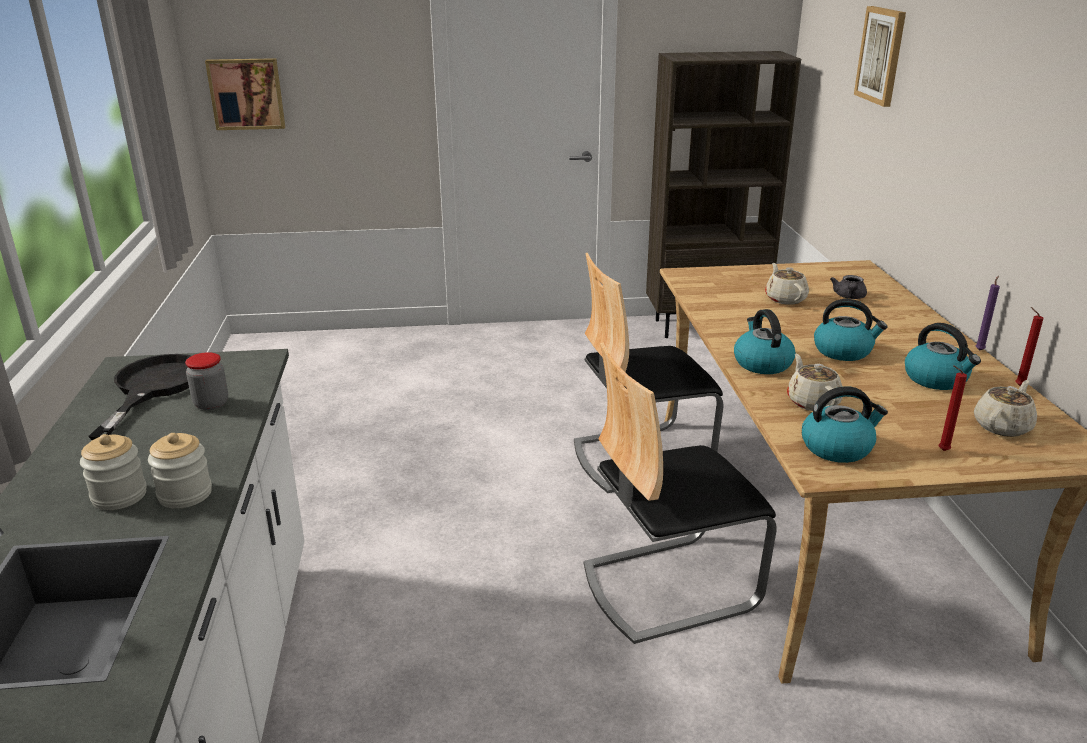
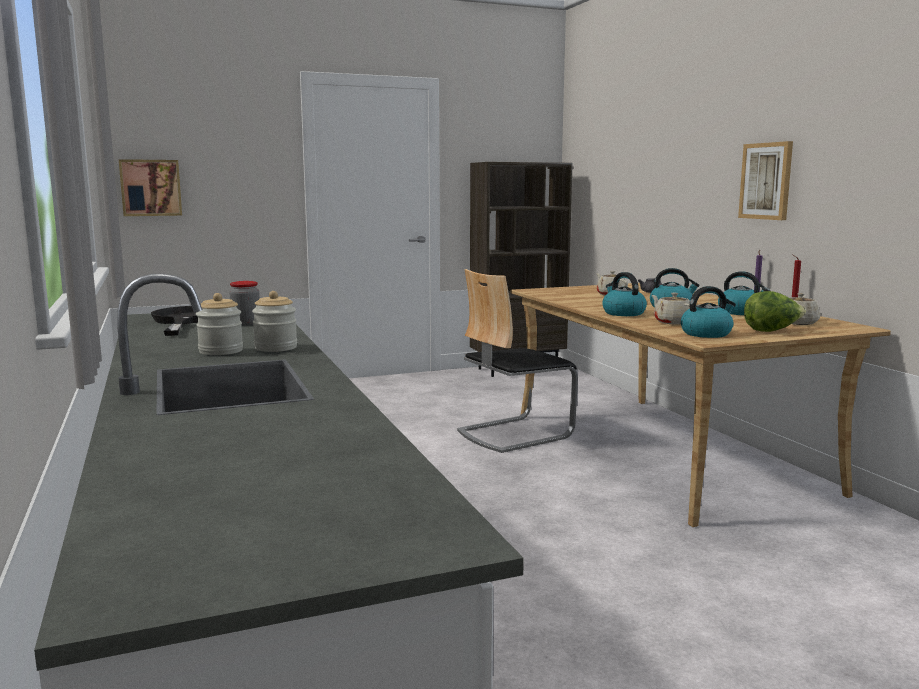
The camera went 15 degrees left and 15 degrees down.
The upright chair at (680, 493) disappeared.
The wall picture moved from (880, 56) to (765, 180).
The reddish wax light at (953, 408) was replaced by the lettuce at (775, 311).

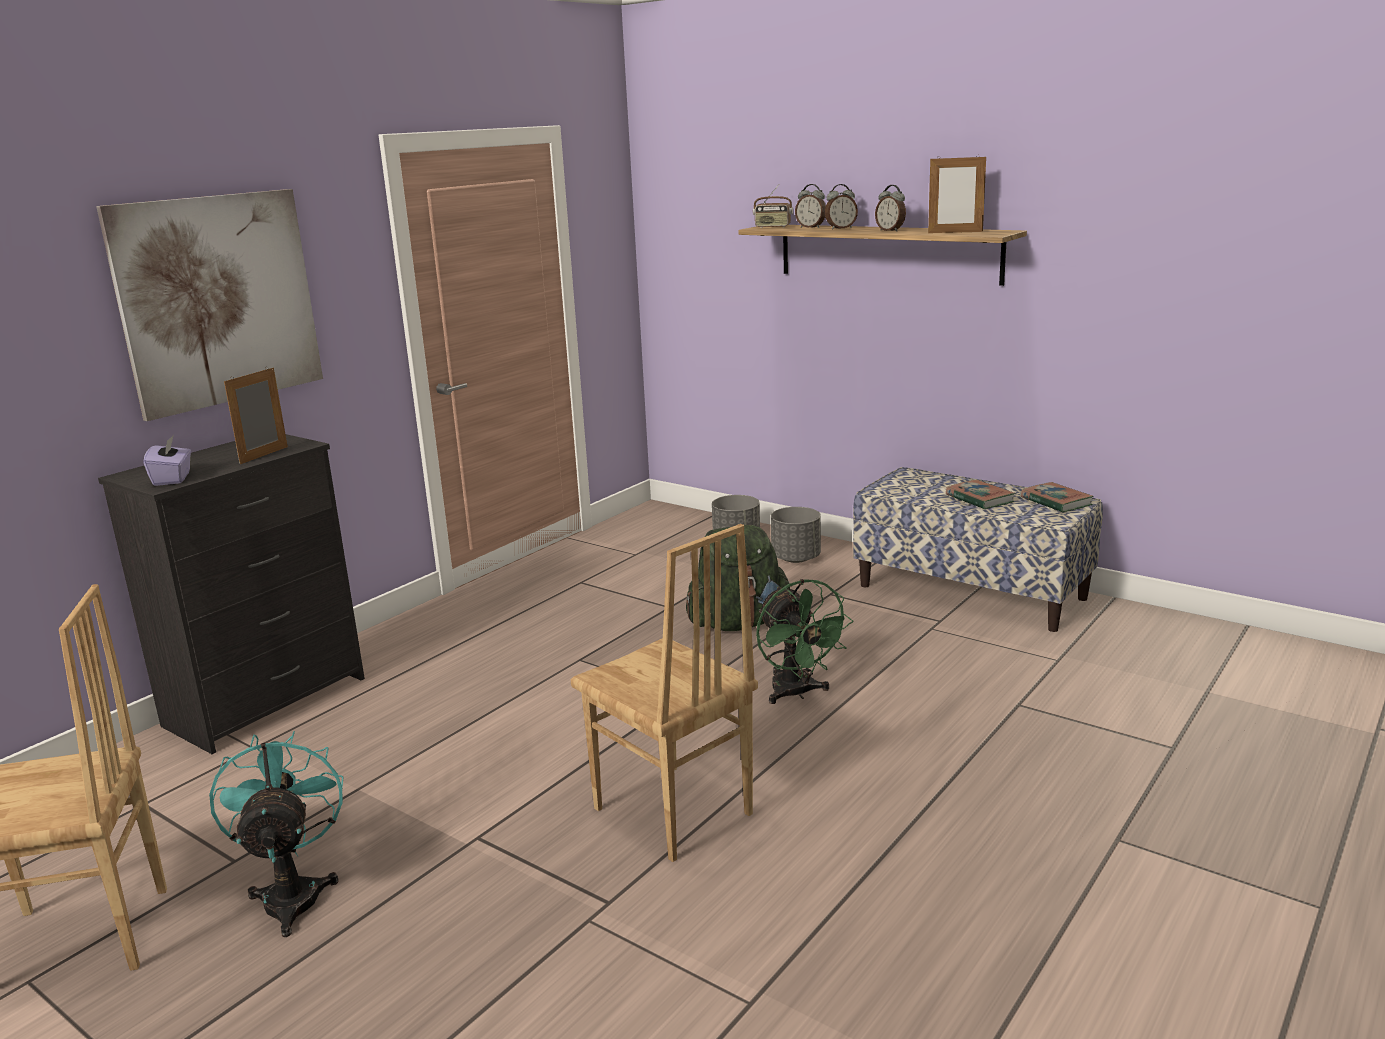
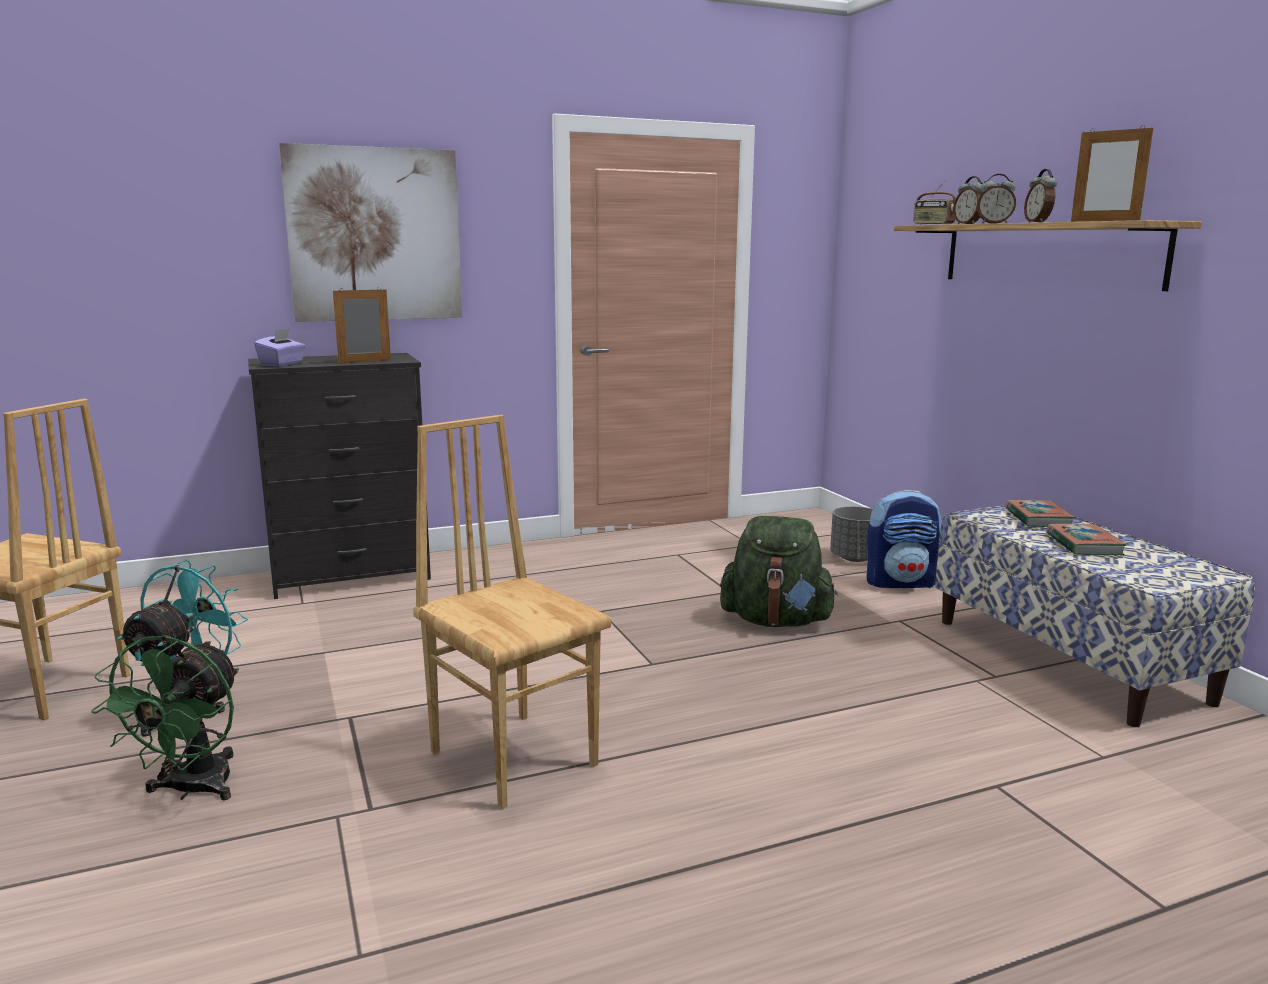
The camera went 30 degrees right and 5 degrees down.
The green fan moved from (804, 641) to (165, 718).
The volume moved from (1057, 497) to (1040, 513).
The greyish flower pot at (796, 535) was replaced by the backpack at (904, 539).
The brownish upright chair at (664, 693) turned 150 degrees clockwise.

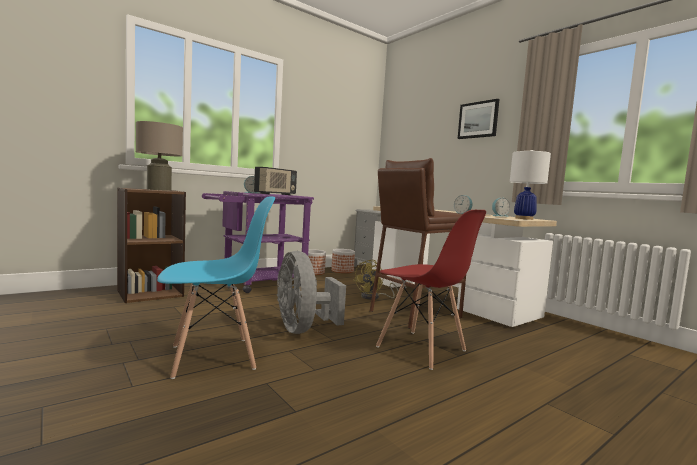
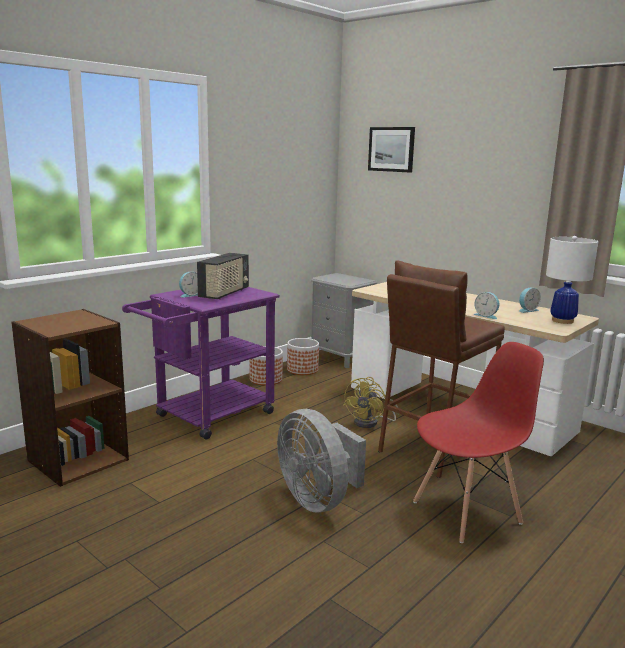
The camera went 10 degrees left and 10 degrees up.
The beige tabletop lamp at (159, 156) disappeared.
The bluish upright chair at (216, 287) disappeared.
The wall picture moved from (478, 119) to (391, 150).
The reddish upright chair at (431, 290) turned 60 degrees counterclockwise.

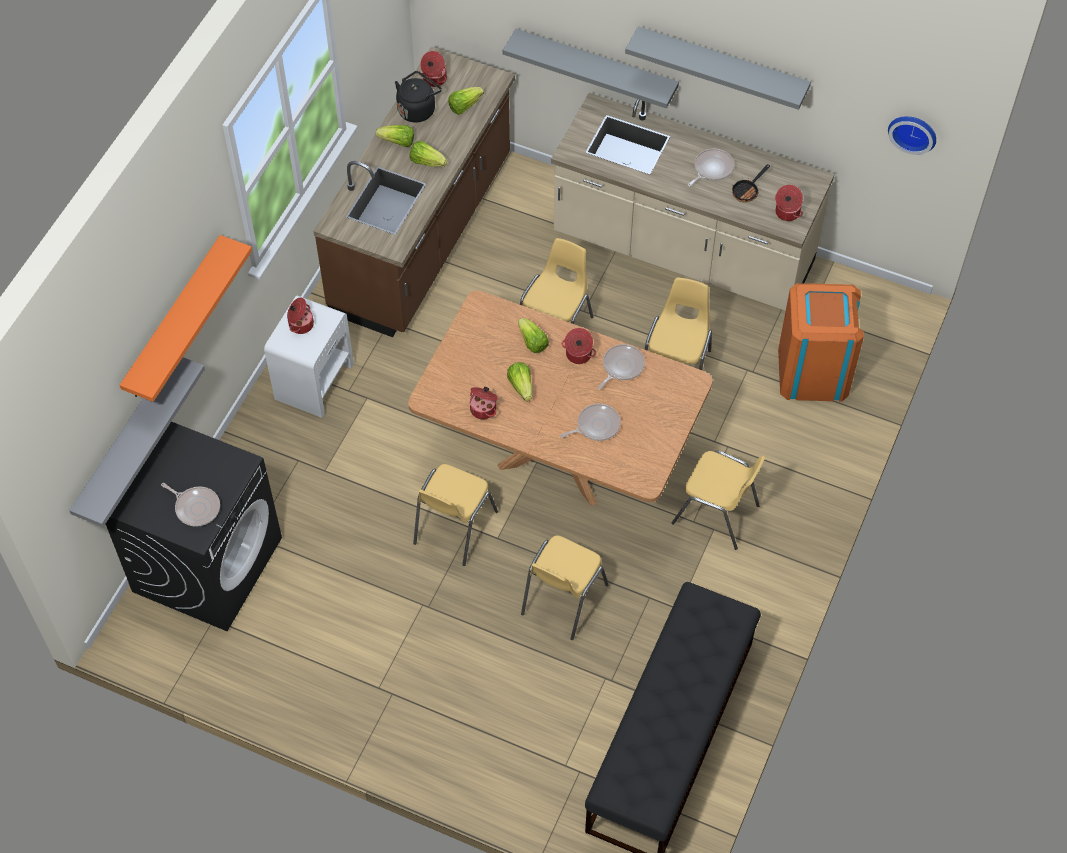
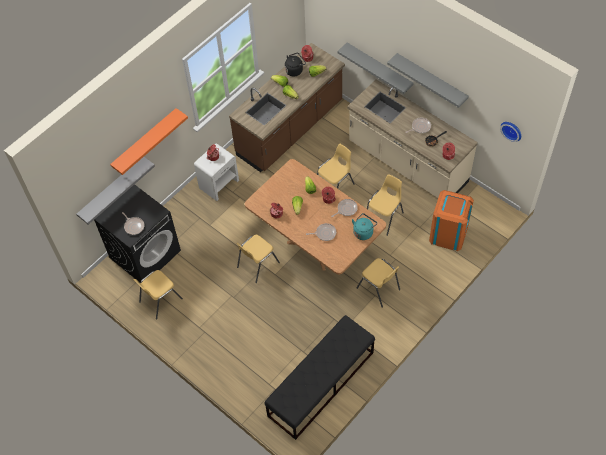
The camera went 20 degrees right and 0 degrees up.
The turquoise tea kettle at (364, 226) appeared.
The yellow upright chair moved from (564, 587) to (158, 294).

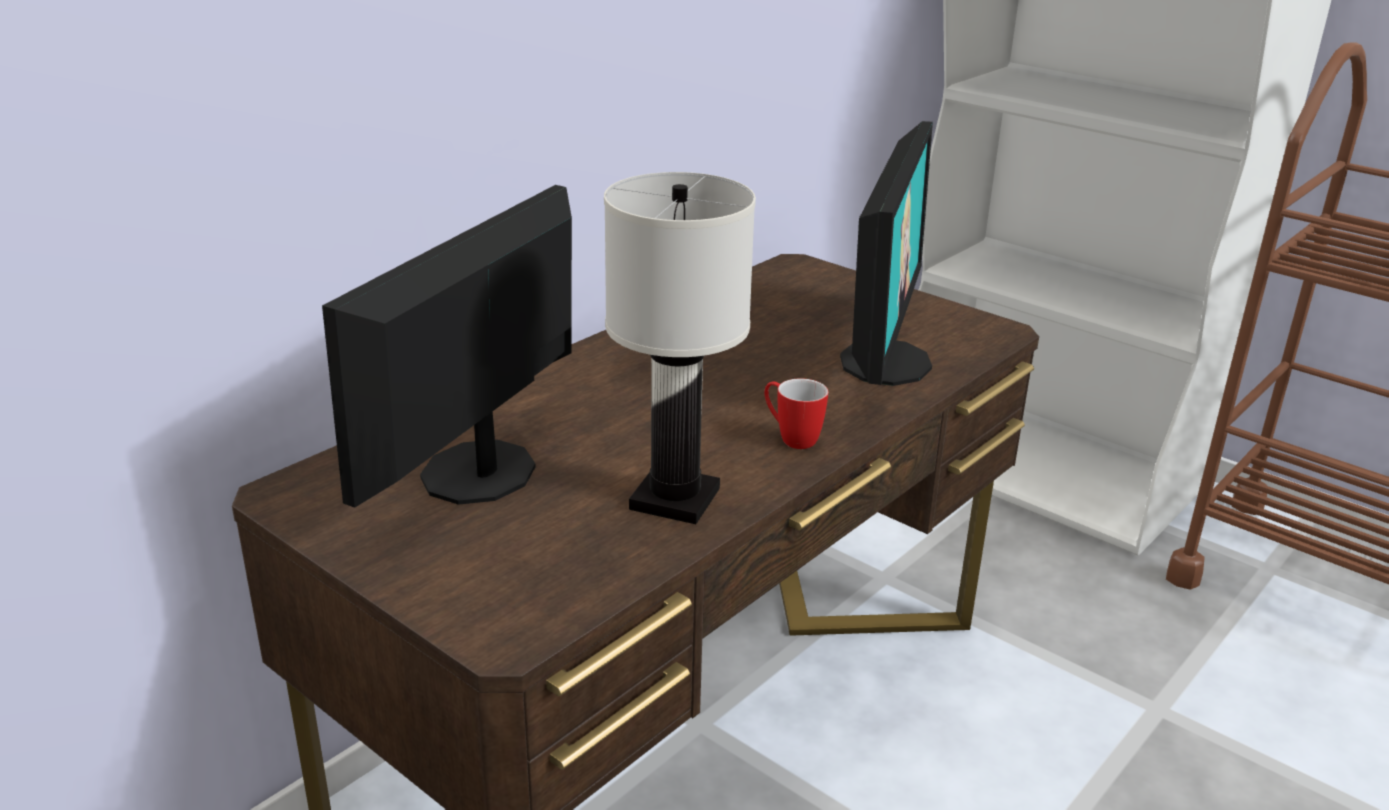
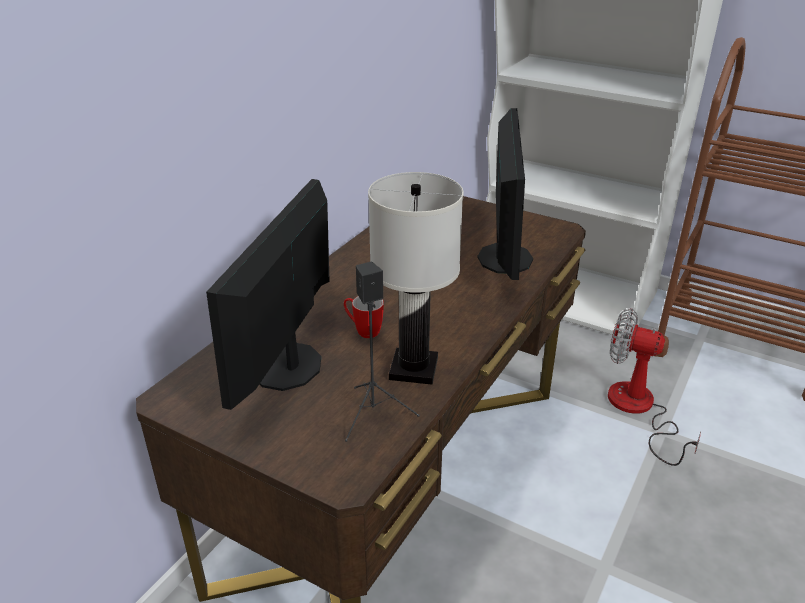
The camera went 10 degrees left and 5 degrees up.
The blackish loudspeaker at (382, 351) appeared.
The fan at (654, 387) appeared.
The mug moved from (796, 413) to (364, 317).

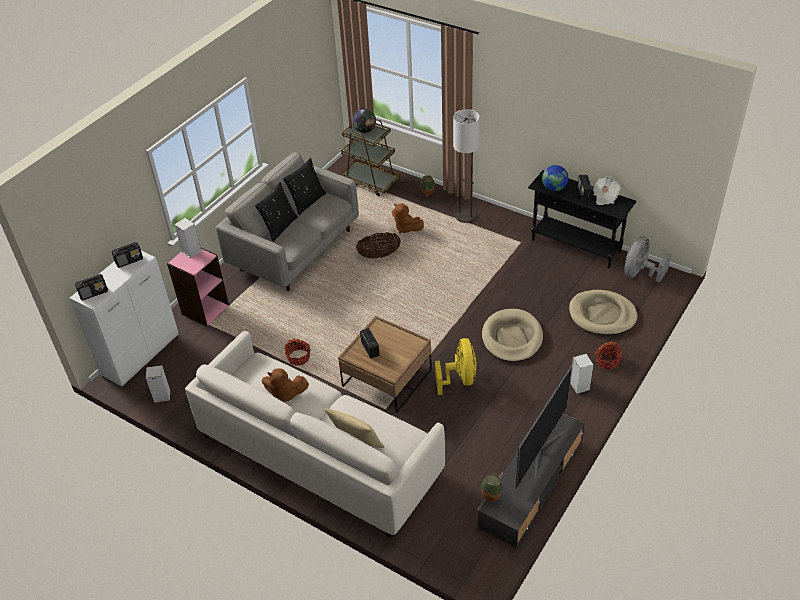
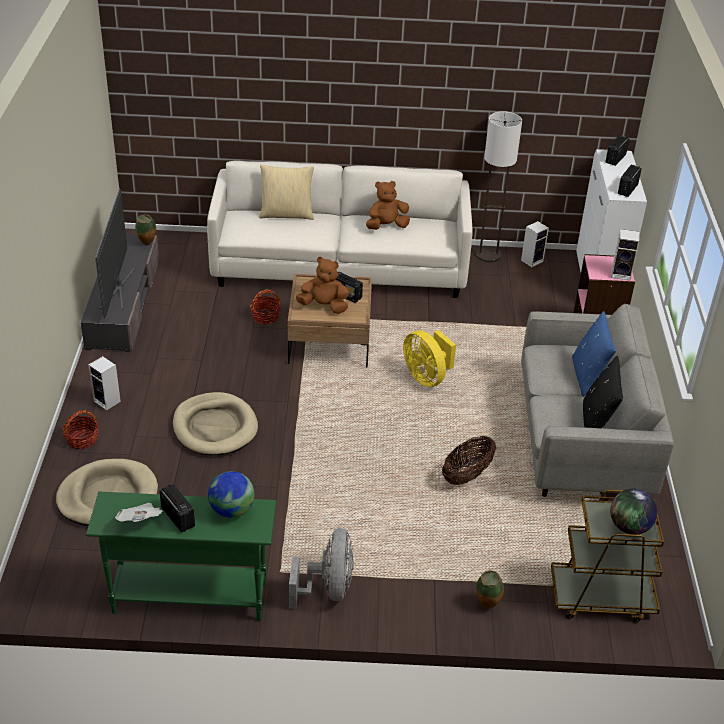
The camera went 145 degrees right and 5 degrees down.
The storage basket moved from (297, 352) to (265, 306).
The brownish soft toy moved from (408, 218) to (322, 285).
The yellow fan moved from (456, 366) to (429, 358).
The standard lamp moved from (466, 166) to (499, 186).
The greyish fan moved from (647, 259) to (321, 568).
The blackish cushion at (276, 212) became the bluish cushion at (594, 354).
The blackish hall table at (582, 219) became the green hall table at (181, 556).

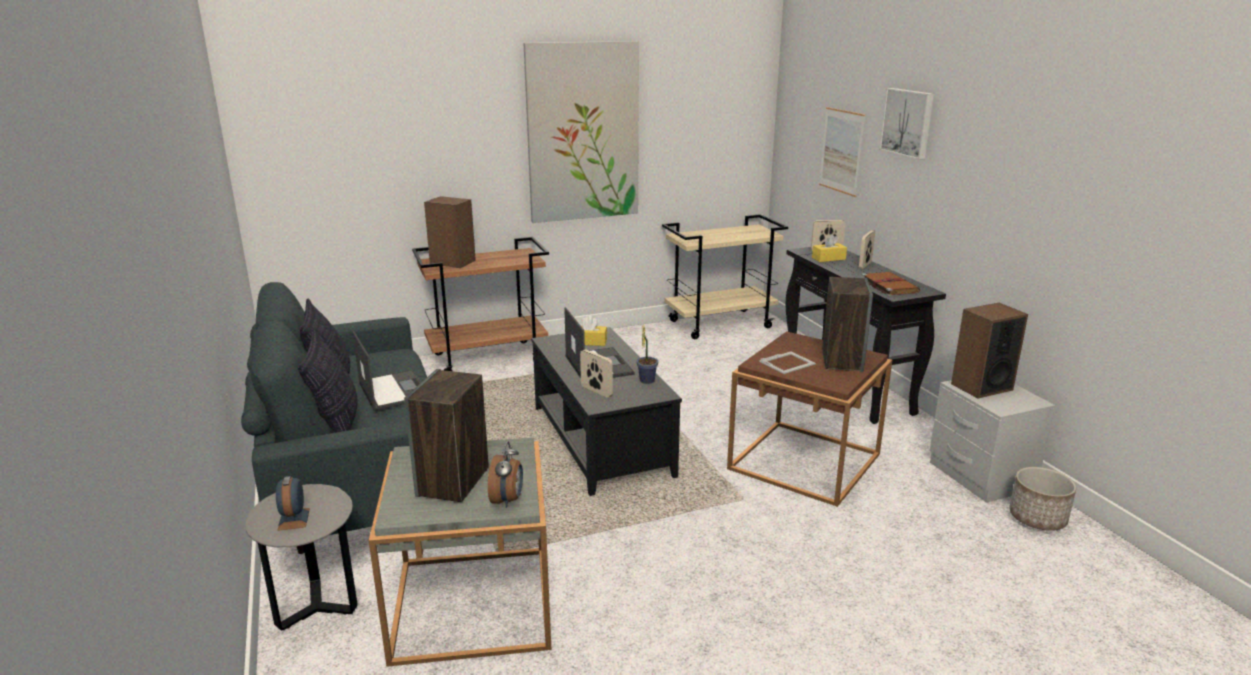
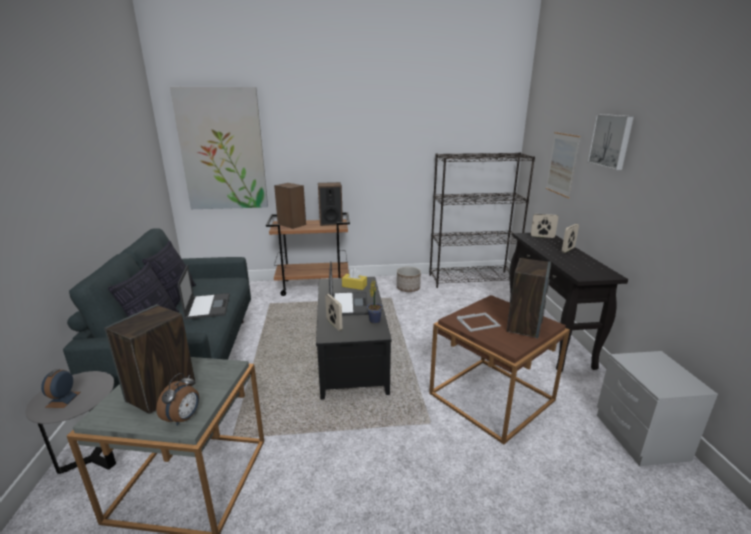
The camera went 15 degrees right and 0 degrees up.
The yellow tissue box at (829, 248) disappeared.
The brownish volume at (891, 284) disappeared.
The wall picture moved from (581, 132) to (219, 148).
The loudspeaker moved from (989, 350) to (330, 204).
The flower pot moved from (1042, 499) to (409, 279).
The beige wheeled cart at (725, 276) was replaced by the blackish bookcase at (482, 220).

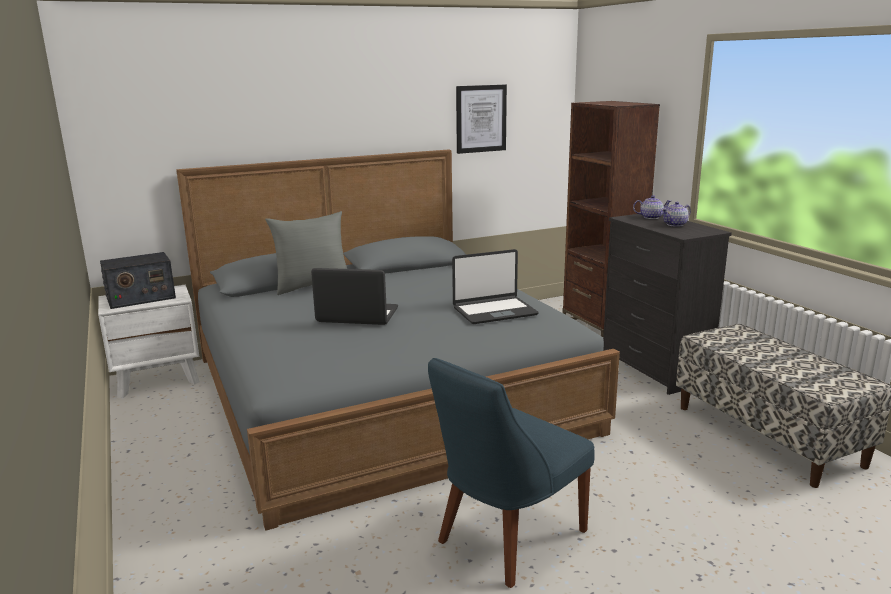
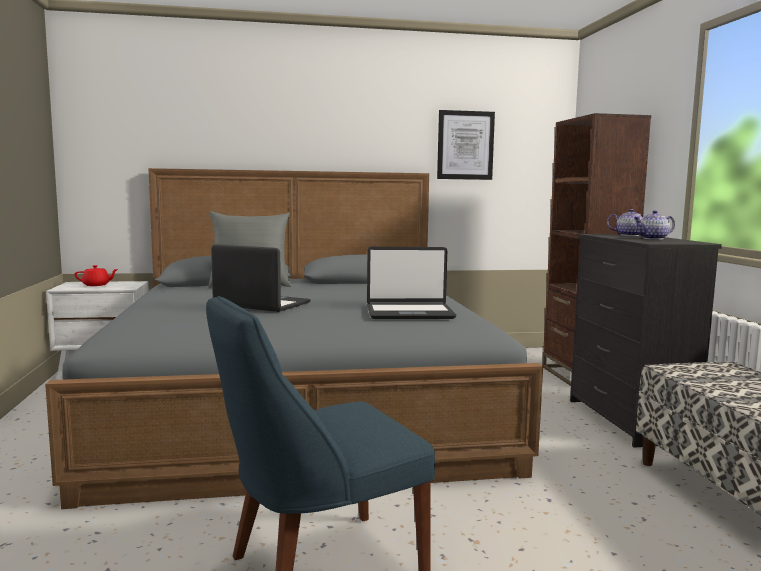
The camera went 15 degrees right and 10 degrees down.
The radio receiver at (138, 280) was replaced by the reddish pot for tea at (96, 275).

